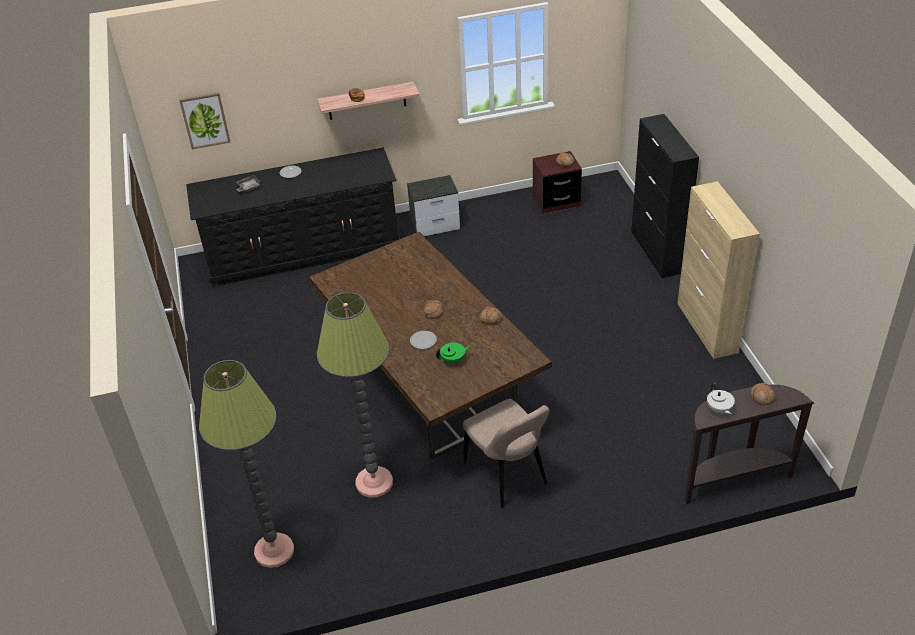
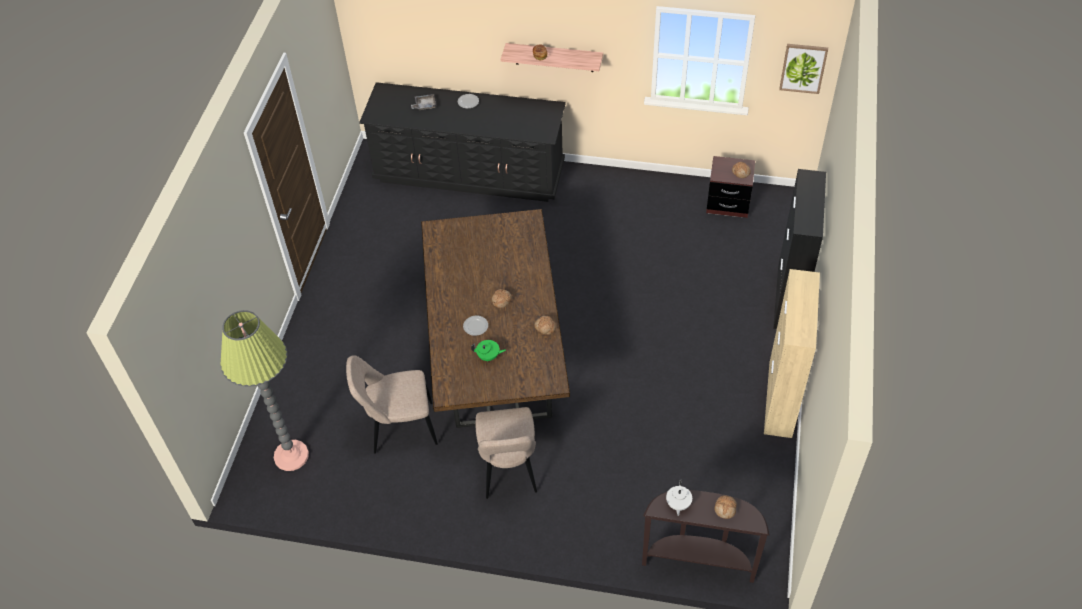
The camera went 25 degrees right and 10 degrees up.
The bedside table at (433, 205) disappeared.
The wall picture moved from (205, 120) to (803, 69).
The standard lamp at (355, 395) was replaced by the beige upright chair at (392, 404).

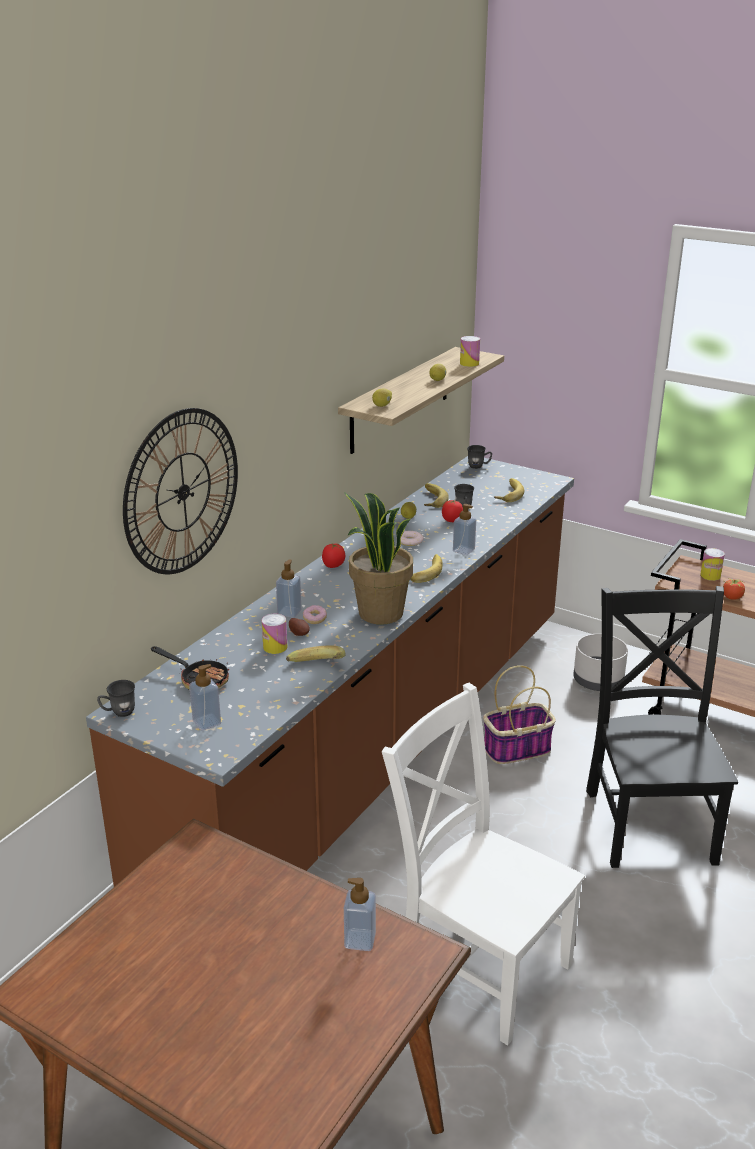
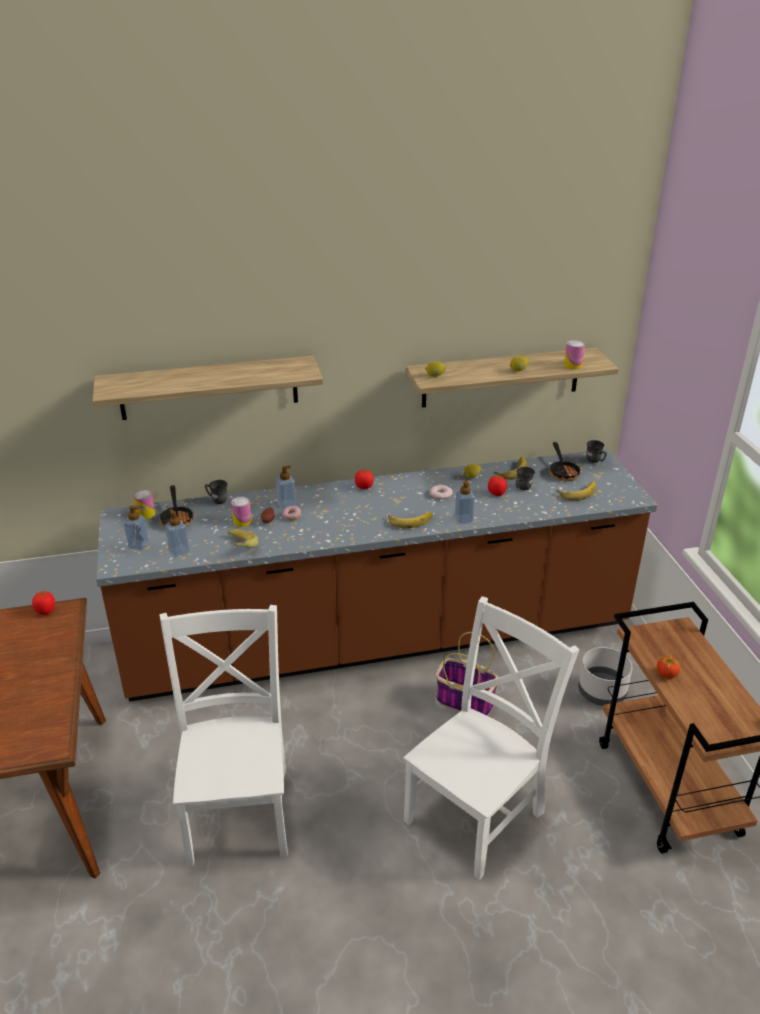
The camera went 45 degrees right and 5 degrees up.
The houseplant at (378, 558) disappeared.
The tomato at (43, 603) appeared.
The pan at (565, 461) appeared.
The greyish mug moved from (116, 698) to (216, 492).
The soap dispenser moved from (360, 914) to (177, 533).
The sealed can moved from (712, 564) to (144, 505).
The wall clock at (180, 491) was replaced by the wall shelf at (207, 388).
The blackish upright chair at (662, 727) became the white upright chair at (491, 738).

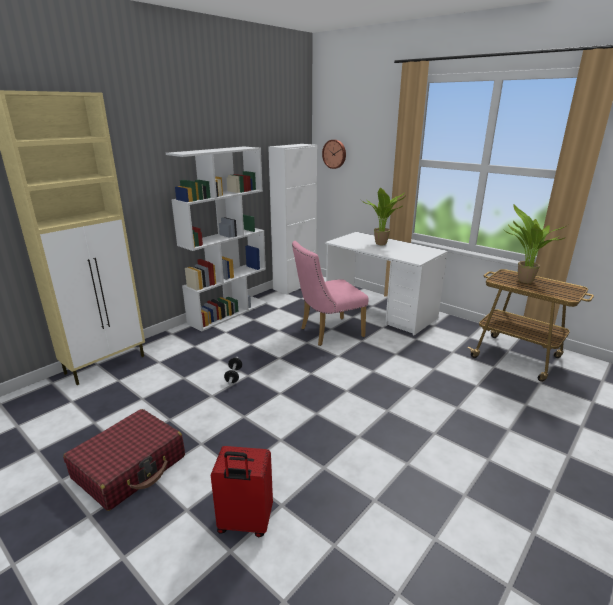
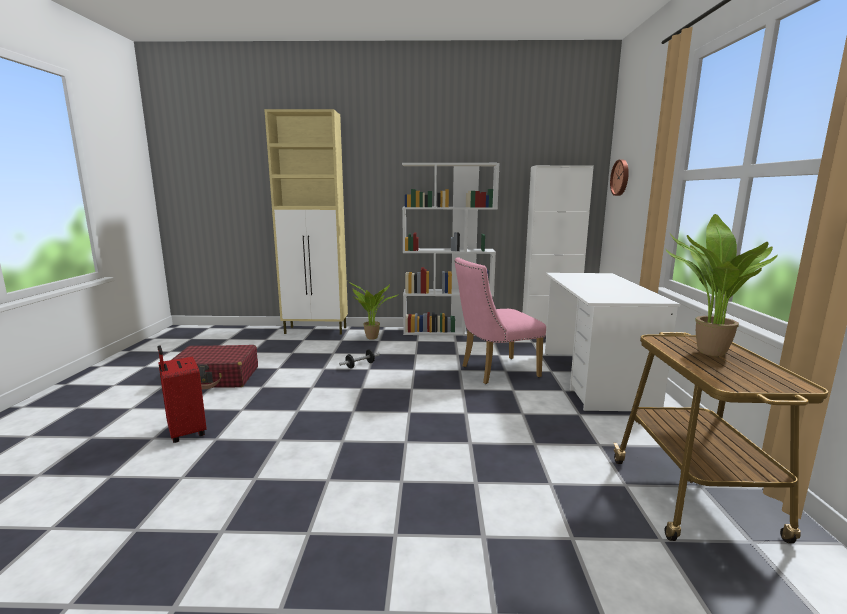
The camera went 50 degrees right and 10 degrees down.
The houseplant moved from (383, 216) to (373, 310).
The pinkish upright chair at (330, 293) turned 45 degrees counterclockwise.

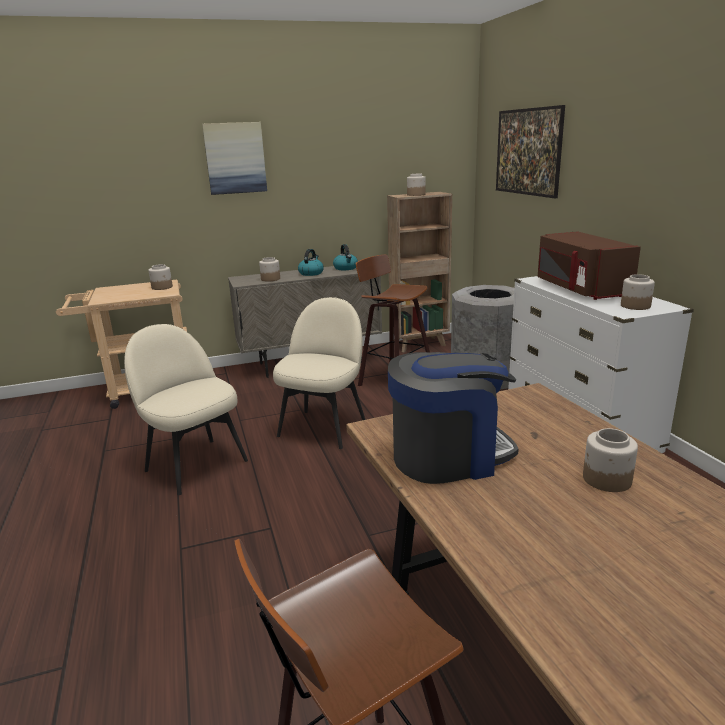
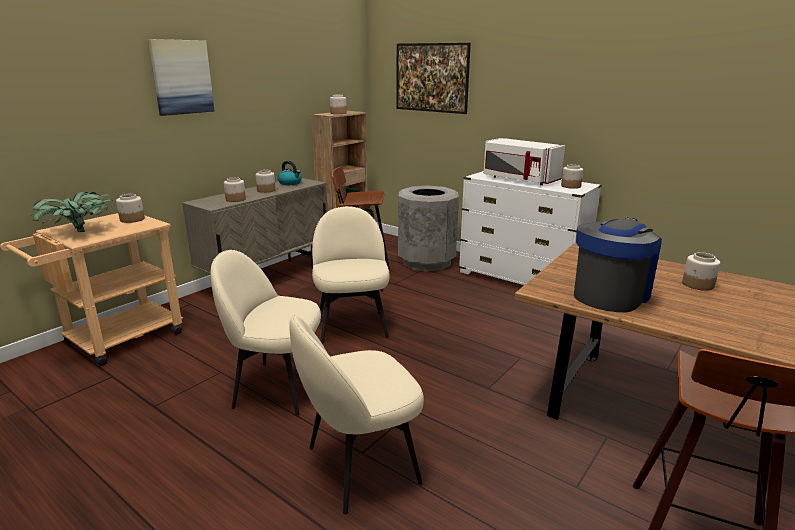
The camera went 35 degrees left and 0 degrees up.
The houseplant at (72, 212) appeared.
The beige upright chair at (356, 414) appeared.
The tea kettle at (311, 262) was replaced by the storage jar at (266, 181).
The brownish microwave at (589, 265) became the white microwave at (524, 161).

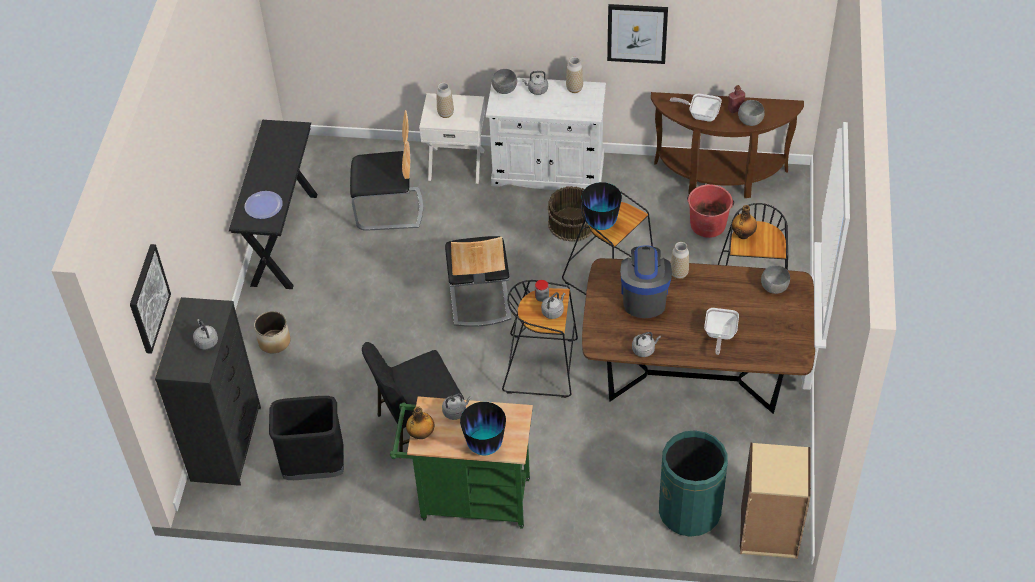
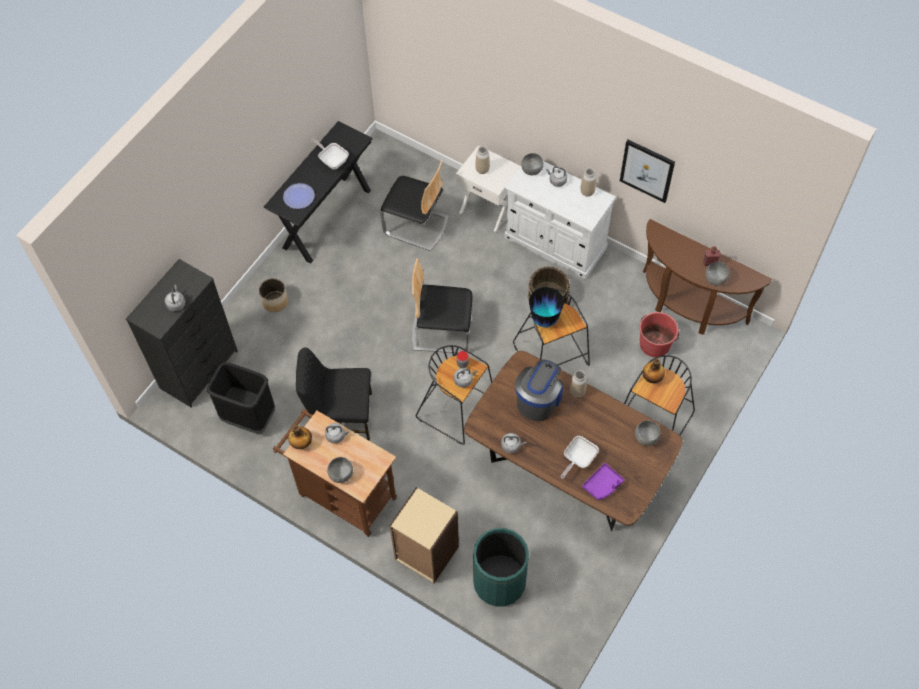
The camera went 25 degrees right and 10 degrees up.
The wall picture at (150, 299) disappeared.
The purple tray at (603, 481) appeared.
The pan moved from (696, 108) to (330, 154).
The beige bookcase moved from (775, 501) to (424, 535).
The vase at (483, 428) was replaced by the greyish deep dish at (340, 470).
The green wheeled cart at (461, 462) became the brownish wheeled cart at (335, 473).
The upright chair at (478, 281) turned 75 degrees clockwise.

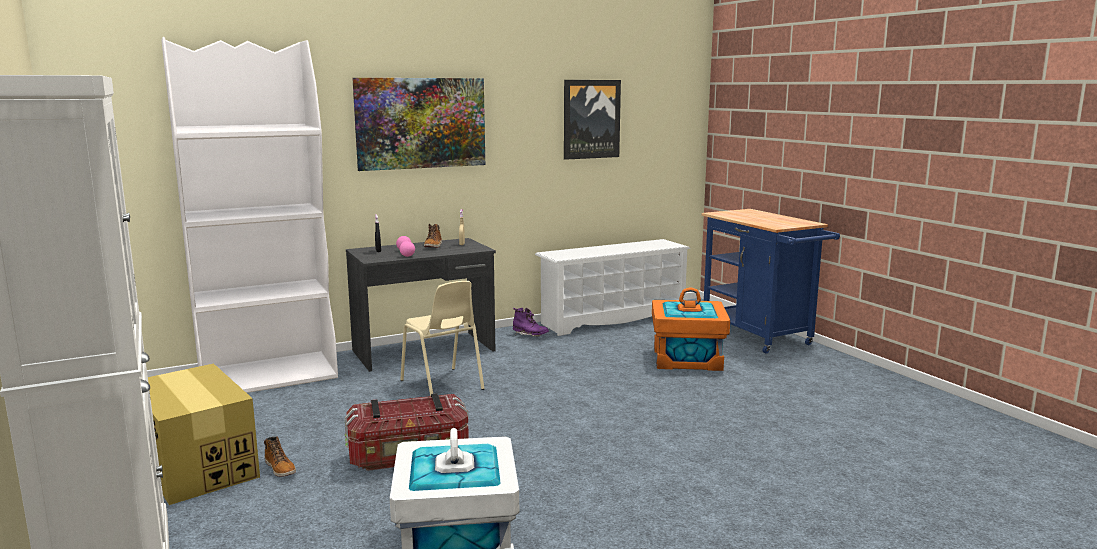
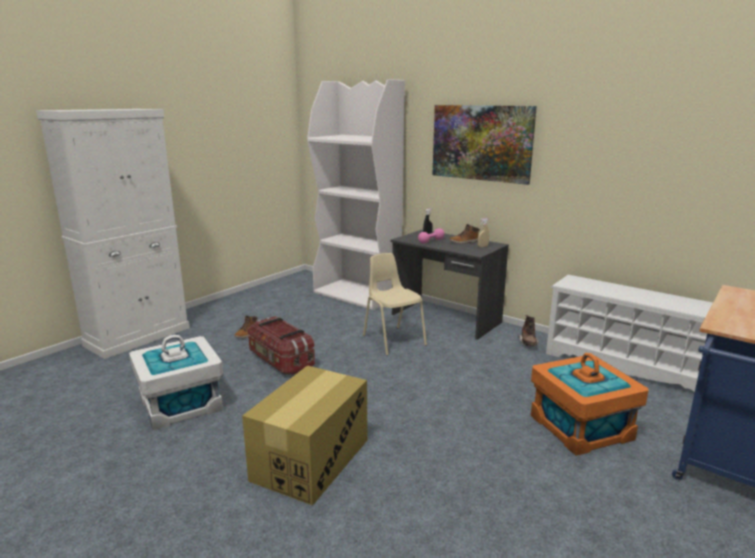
The camera went 65 degrees right and 5 degrees up.
The wall picture at (592, 120) disappeared.
The packing box moved from (204, 434) to (304, 435).
The purple boot at (531, 322) became the brownish boot at (528, 331).
The beige upright chair at (442, 338) turned 120 degrees clockwise.

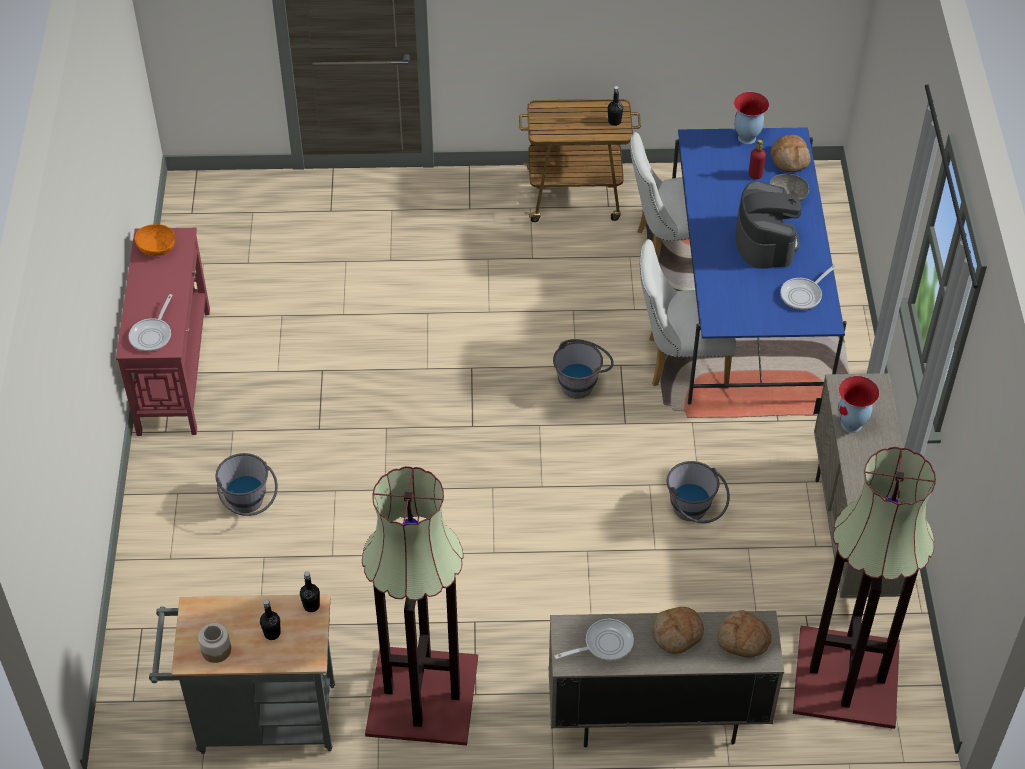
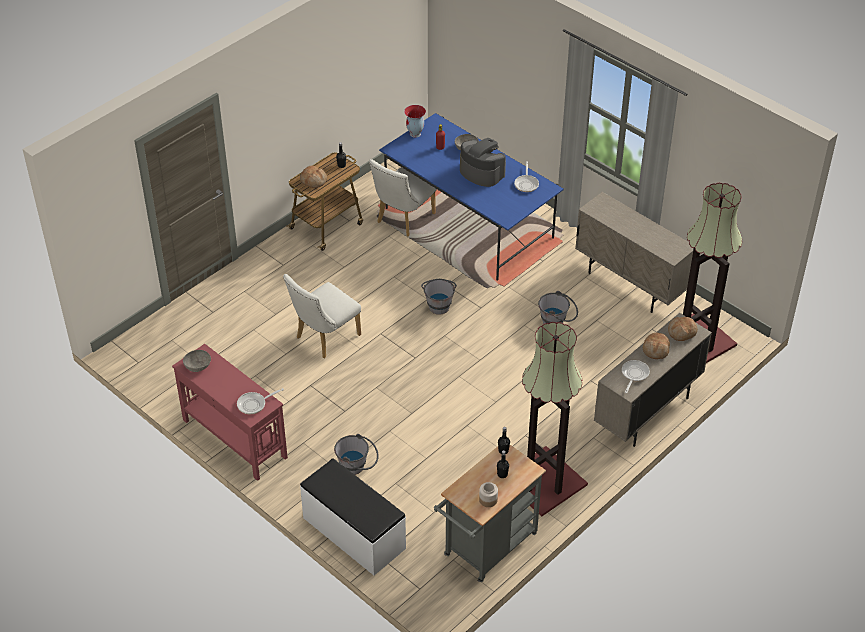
The camera went 45 degrees left and 5 degrees down.
The vase at (858, 404) disappeared.
The white long seat at (353, 517) appeared.
The white upright chair moved from (688, 313) to (322, 316).
The bakery bread moved from (791, 153) to (313, 177).
The orange deep dish at (155, 240) became the greyish deep dish at (197, 361).
The pan at (151, 323) turned 90 degrees clockwise.

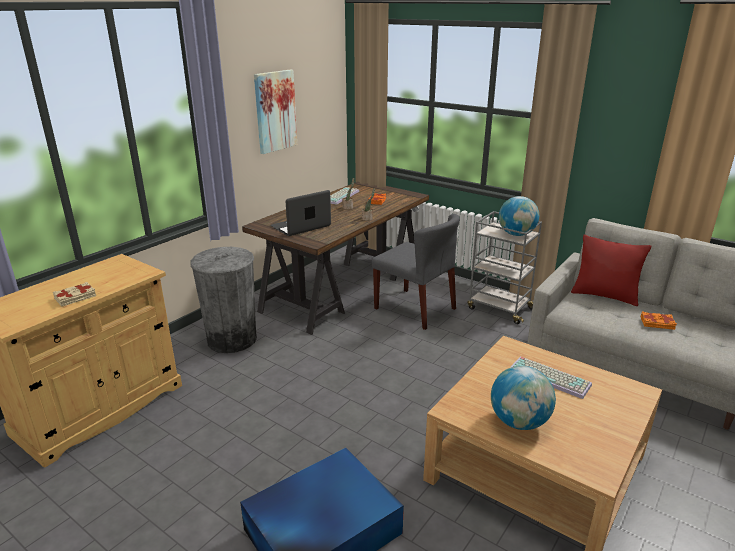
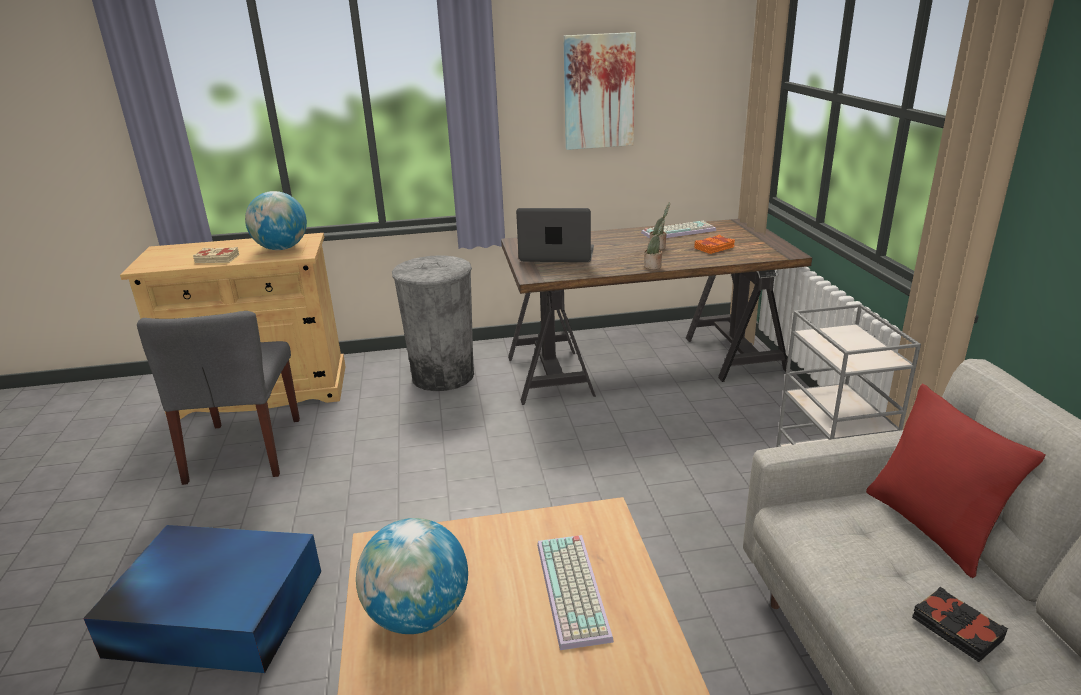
The camera went 45 degrees right and 0 degrees up.
The greyish upright chair moved from (416, 272) to (218, 398).
The globe moved from (519, 216) to (276, 220).
The orange volume at (659, 321) became the blackish volume at (960, 624).

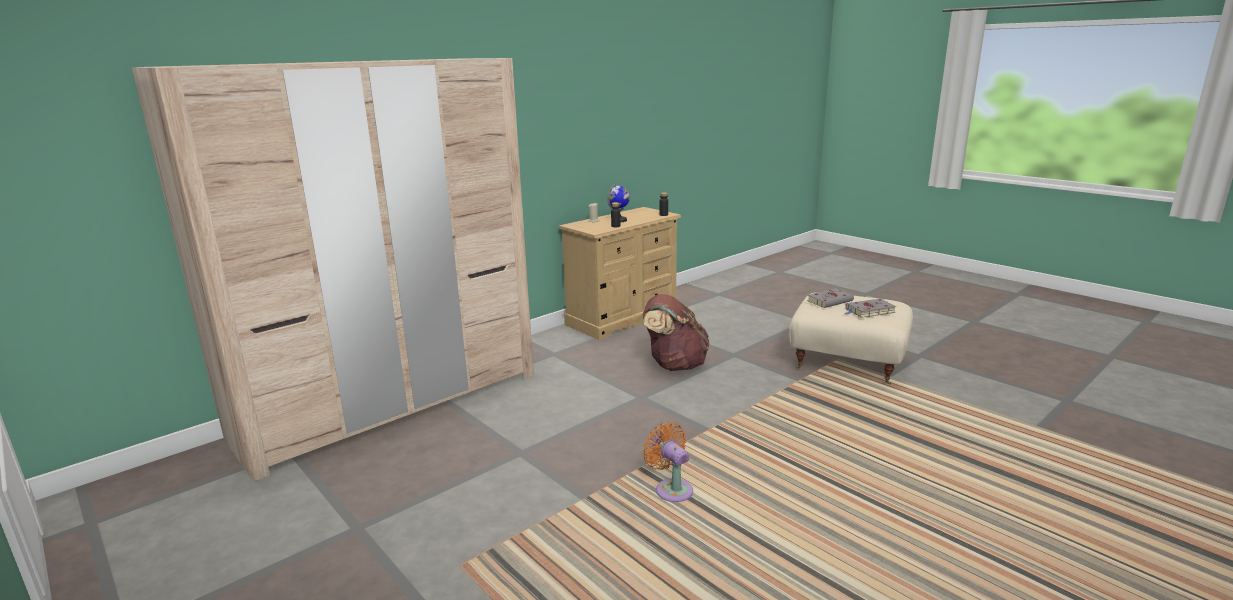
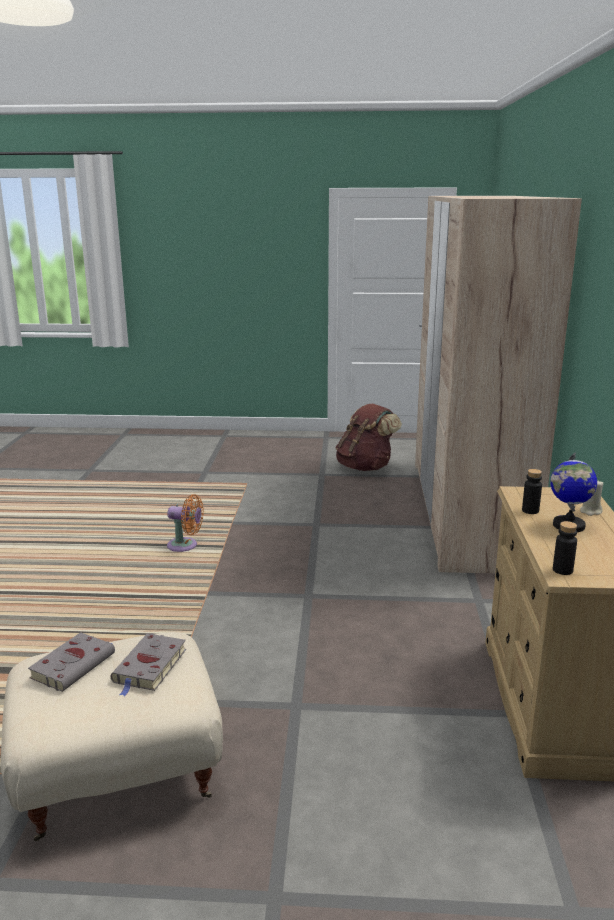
The camera went 135 degrees right and 0 degrees up.
The brownish backpack moved from (675, 332) to (369, 437).

